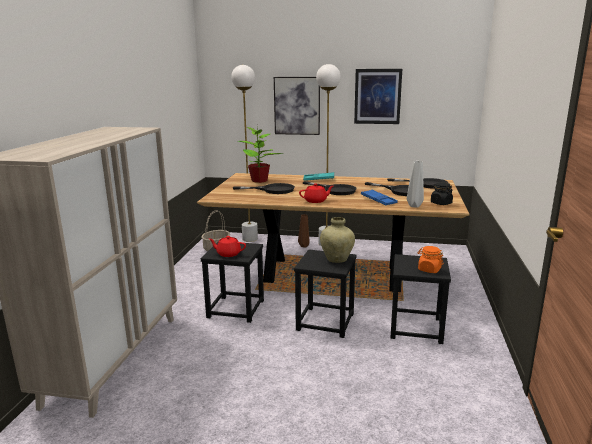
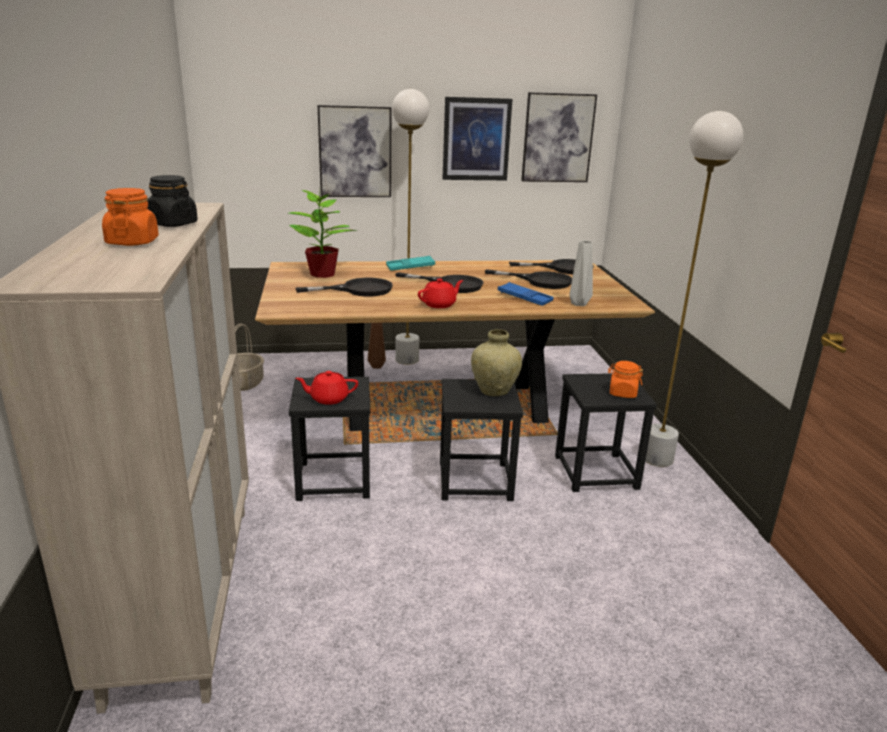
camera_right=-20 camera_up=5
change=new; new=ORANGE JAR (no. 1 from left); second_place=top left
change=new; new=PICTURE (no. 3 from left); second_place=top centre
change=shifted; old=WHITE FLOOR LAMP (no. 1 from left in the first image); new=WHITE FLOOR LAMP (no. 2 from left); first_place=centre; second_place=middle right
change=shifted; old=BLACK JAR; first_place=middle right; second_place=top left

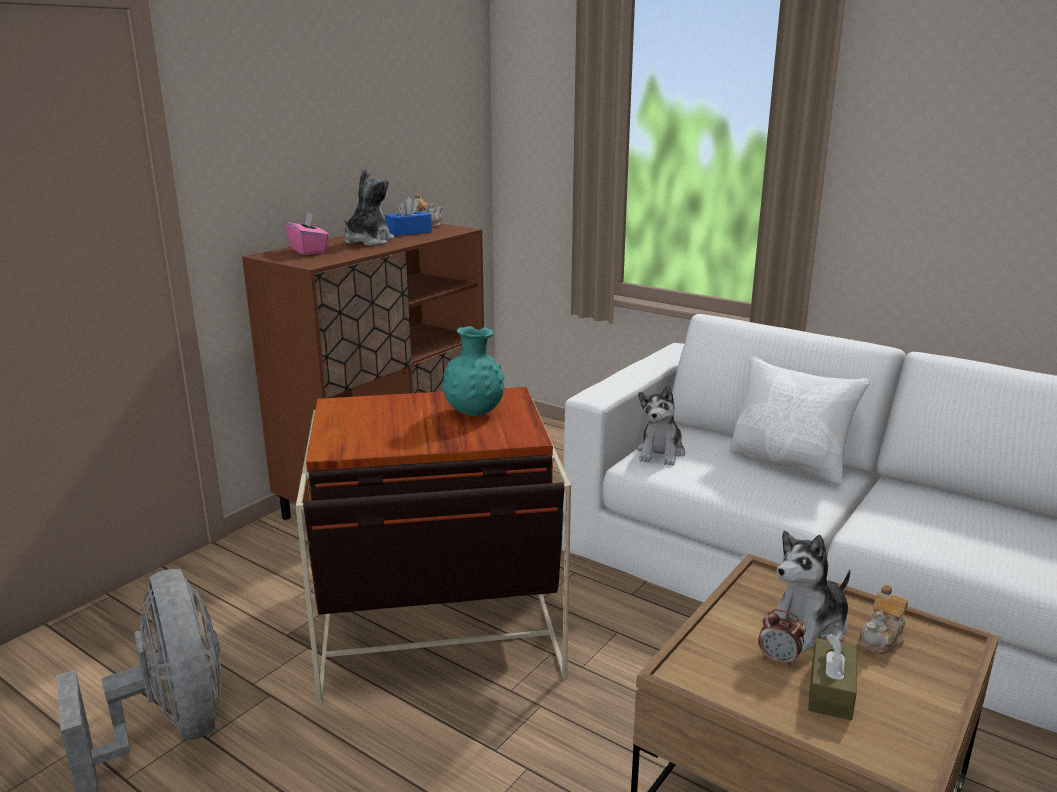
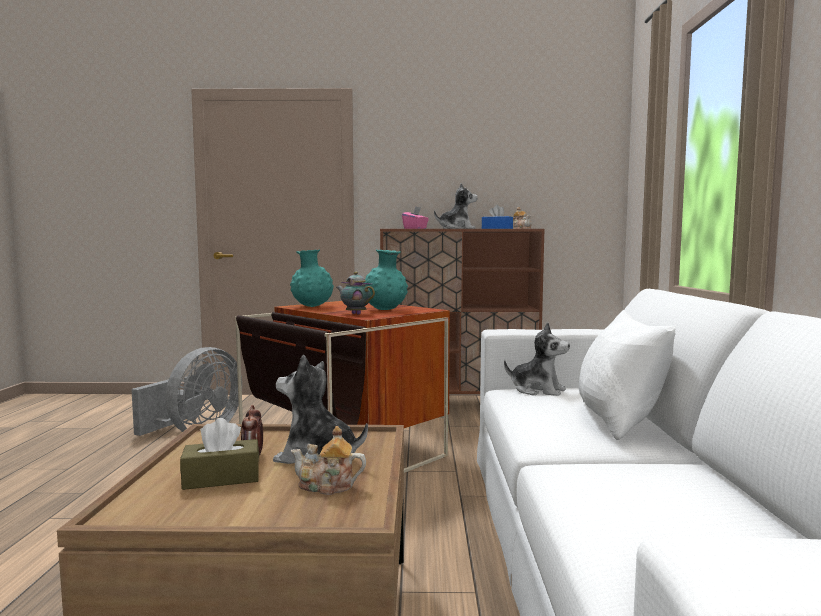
camera_right=55 camera_up=-15
change=new; new=TURQUOISE VASE (no. 1 from left); second_place=centre
change=new; new=TEAPOT (no. 2 from left); second_place=centre
change=rotated; old=PLUSH TOY (no. 2 from left in the first image); first_place=centre; second_place=centre; degrees=-135

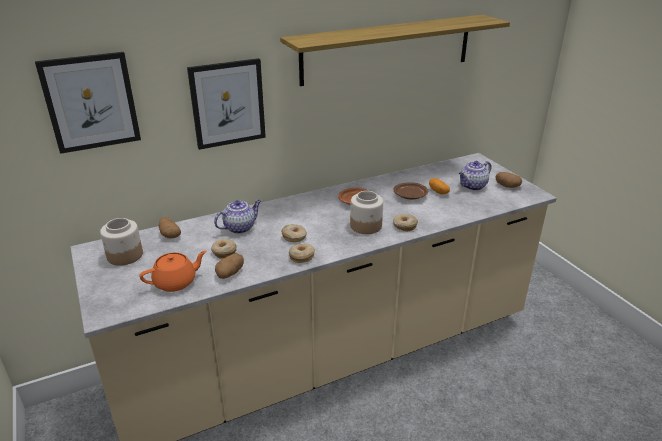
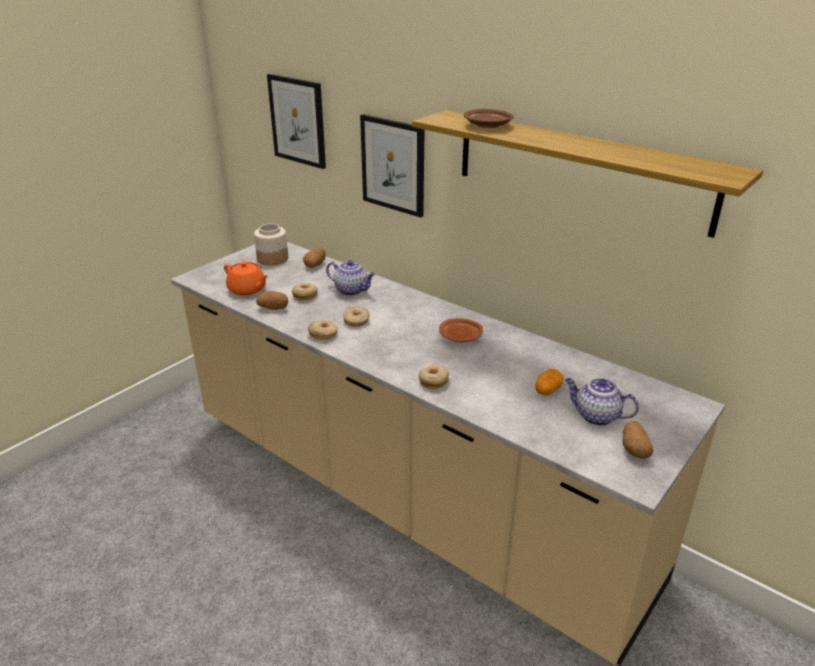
camera_right=65 camera_up=0
change=gone; old=JAR (no. 2 from left); first_place=centre
change=shifted; old=BROWN PLATE (no. 2 from left); first_place=centre; second_place=top centre

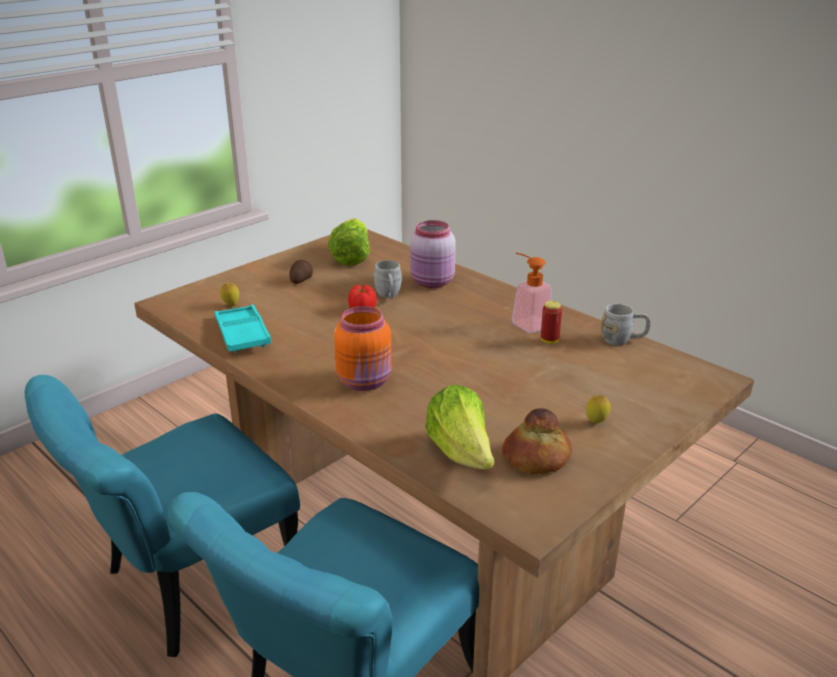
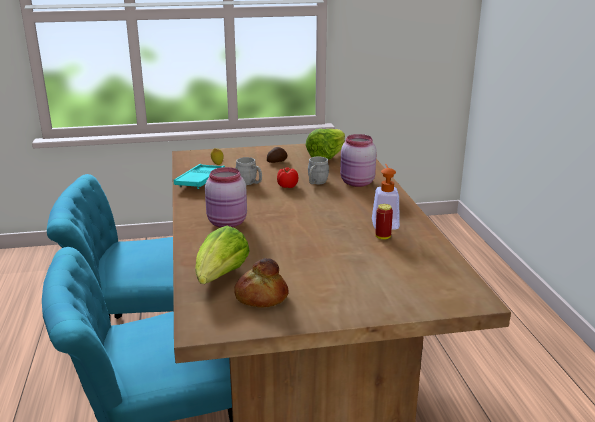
camera_right=35 camera_up=-5
change=gone; old=LEMON (no. 2 from left); first_place=middle right
change=shifted; old=GREY MUG (no. 2 from left in the first image); new=GREY MUG (no. 1 from left); first_place=middle right; second_place=centre
change=repainted; old=ORANGE JAR; new=PINK JAR (no. 1 from left); first_place=centre; second_place=centre

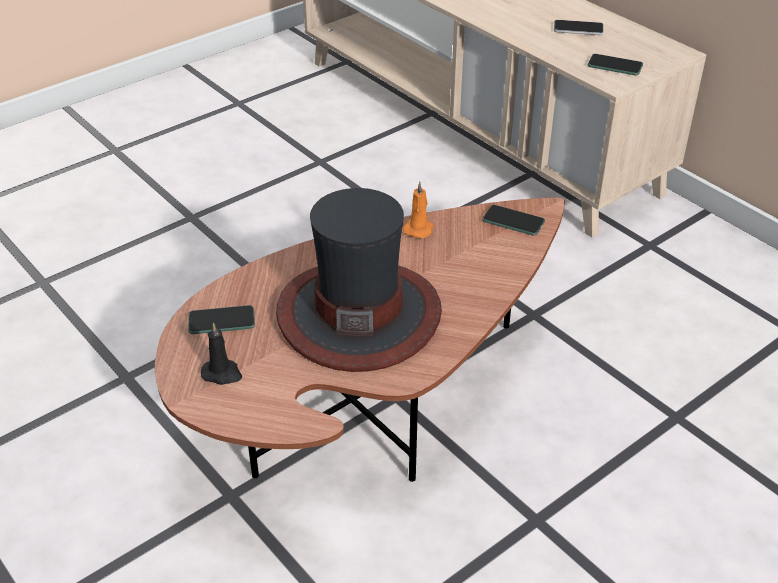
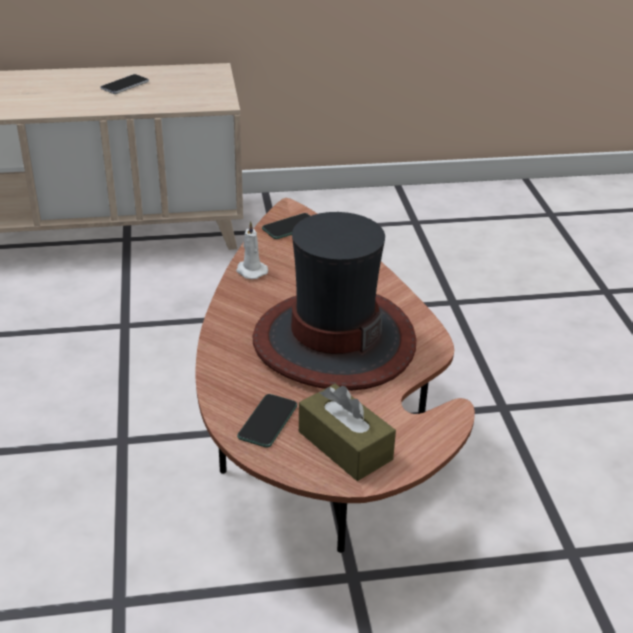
camera_right=-60 camera_up=-5
change=gone; old=PHONE (no. 4 from left); first_place=top right
change=swapped; old=BLACK CANDLE; new=BROWN TISSUE BOX; first_place=middle left; second_place=bottom centre
change=repainted; old=ORANGE CANDLE; new=WHITE CANDLE; first_place=centre; second_place=centre

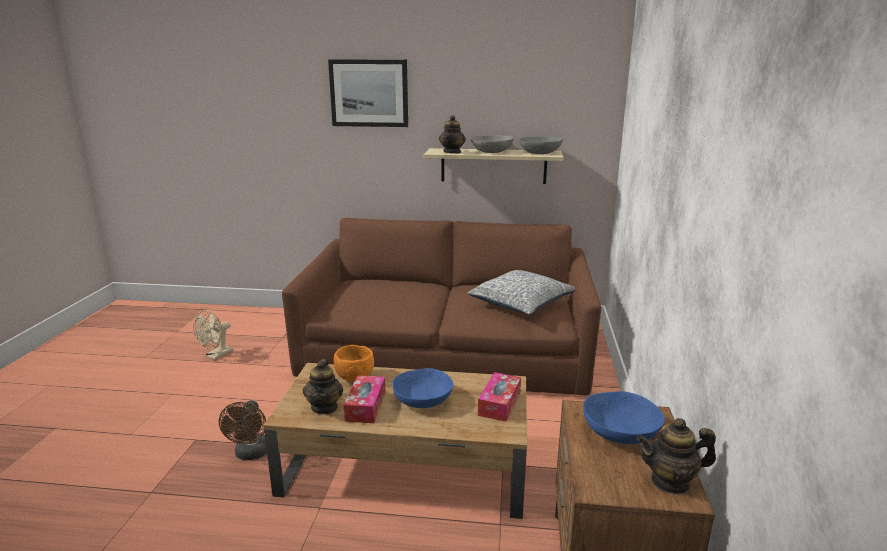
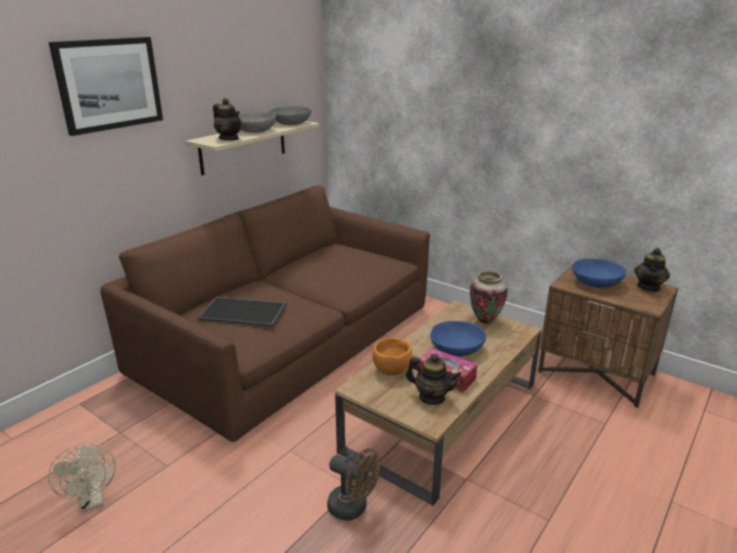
camera_right=-60 camera_up=5
change=gone; old=PILLOW; first_place=centre
change=new; new=TRAY; second_place=middle left
change=swapped; old=TISSUE BOX (no. 2 from left); new=VASE; first_place=bottom centre; second_place=centre

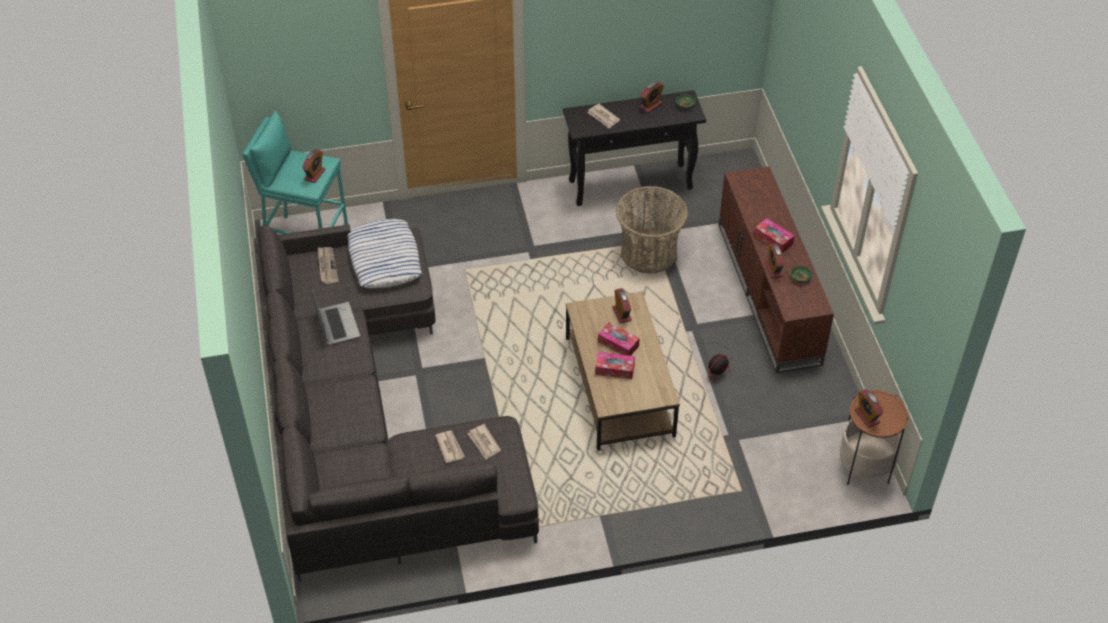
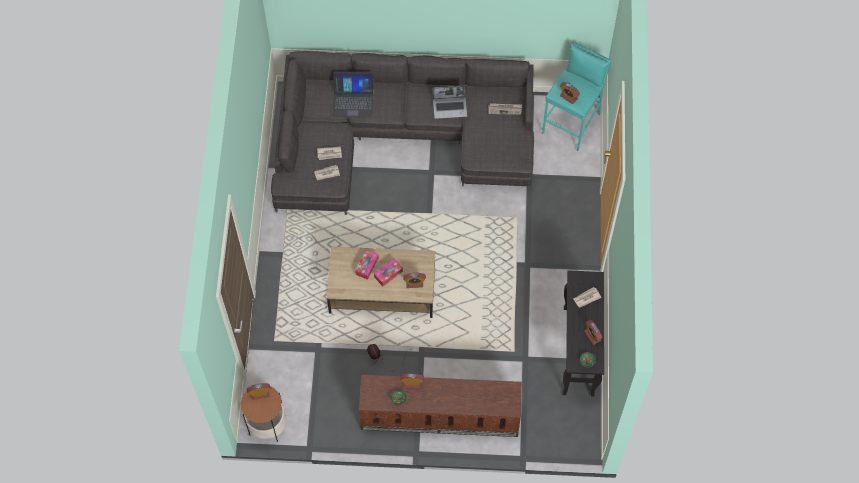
camera_right=105 camera_up=15
change=gone; old=PILLOW; first_place=centre
change=gone; old=BASKET; first_place=centre
change=gone; old=TISSUE BOX (no. 3 from left); first_place=middle right
change=new; new=LAPTOP (no. 1 from left); second_place=top centre

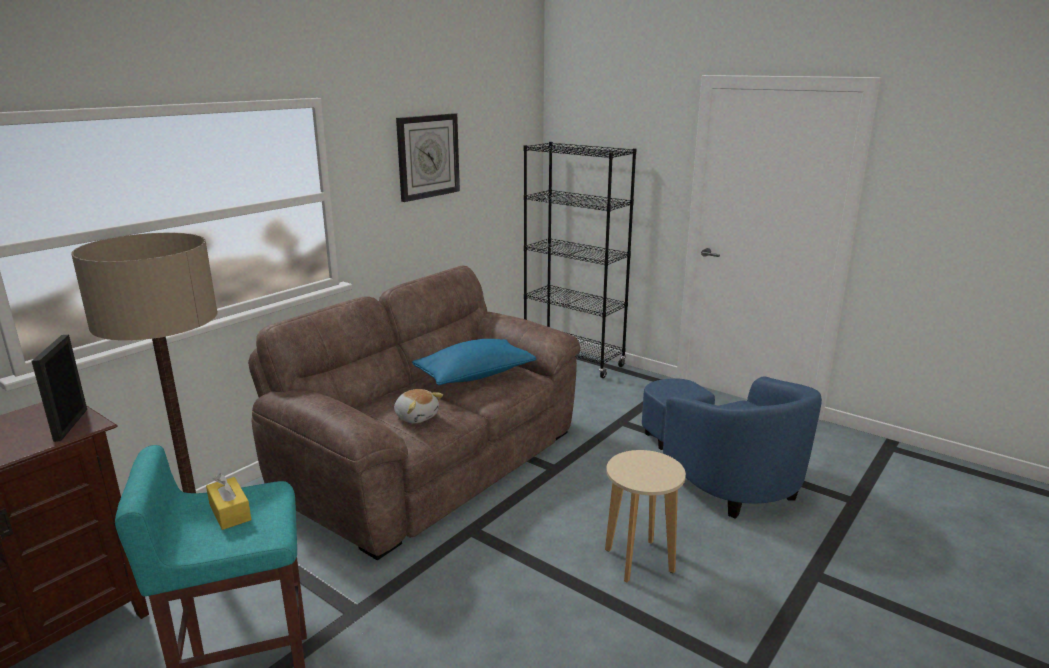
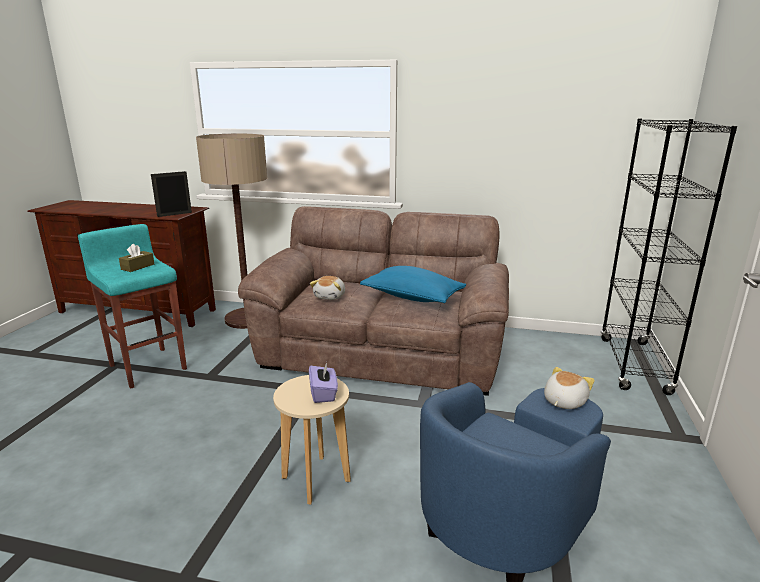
camera_right=65 camera_up=0
change=gone; old=WALL CLOCK; first_place=top centre
change=new; new=PURPLE TISSUE BOX; second_place=centre
change=new; new=PLUSH TOY (no. 2 from left); second_place=bottom right
change=repainted; old=YELLOW TISSUE BOX; new=BROWN TISSUE BOX; first_place=bottom left; second_place=middle left

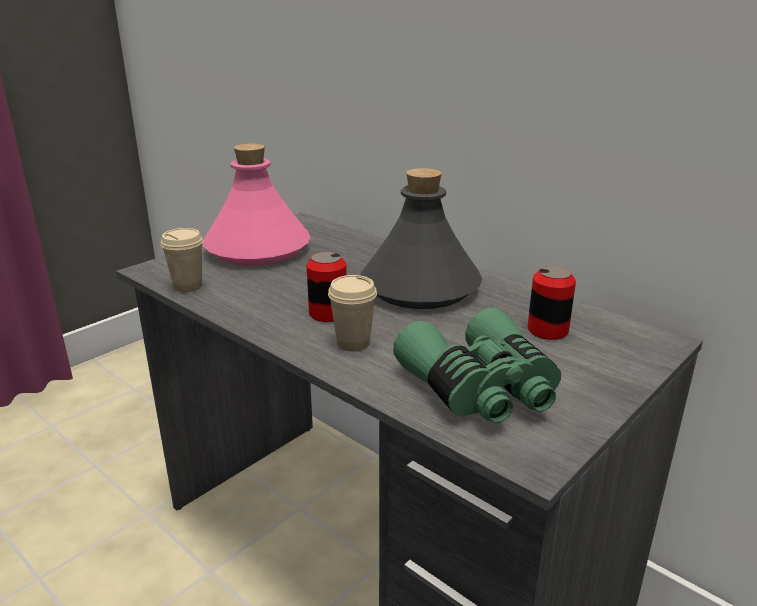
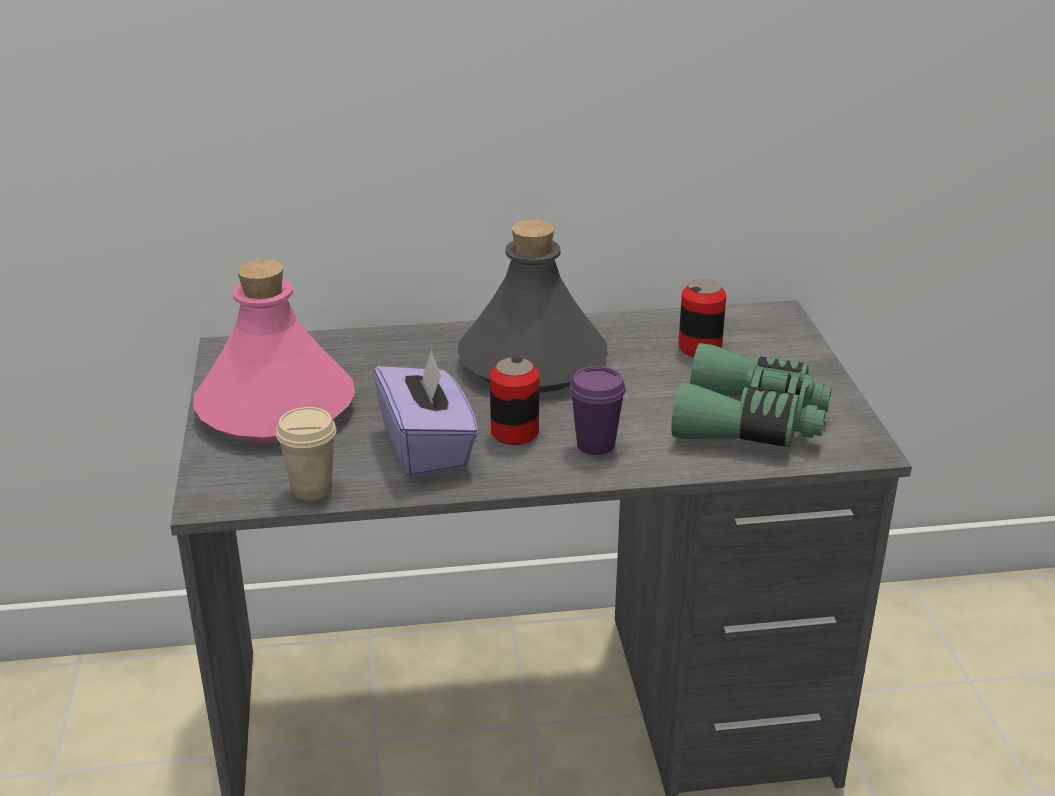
camera_right=-50 camera_up=5
change=new; new=PURPLE TISSUE BOX; second_place=centre
change=repainted; old=BEIGE CUP (no. 2 from left); new=PURPLE CUP; first_place=centre; second_place=centre

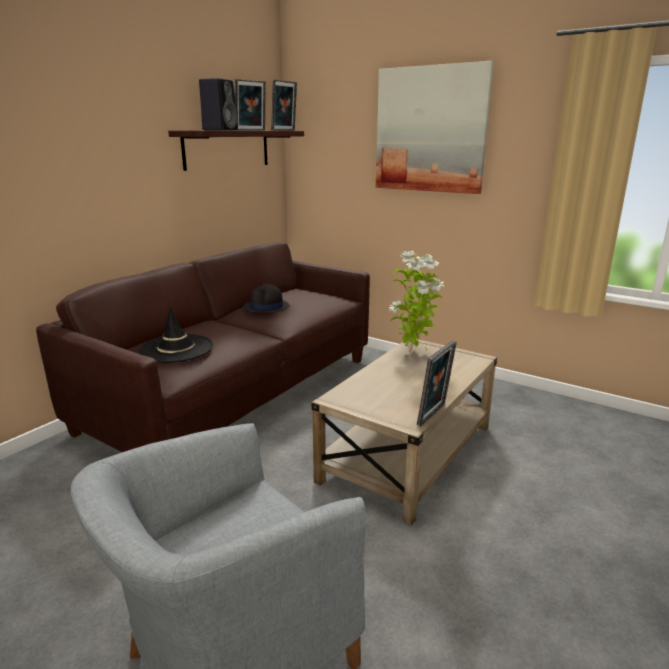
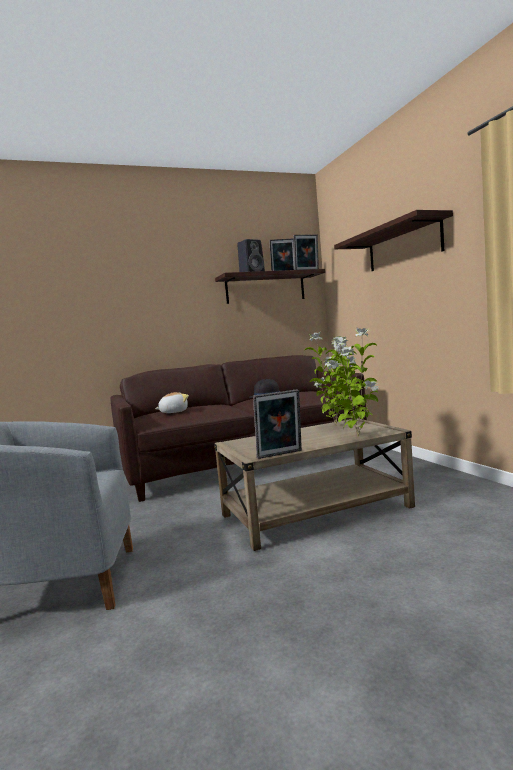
camera_right=35 camera_up=-15
change=new; new=POTTED PLANT (no. 2 from left); second_place=middle right
change=swapped; old=BLACK HAT (no. 1 from left); new=PLUSH TOY; first_place=middle left; second_place=centre
change=swapped; old=PICTURE; new=SHELF (no. 2 from left); first_place=top centre; second_place=top right

